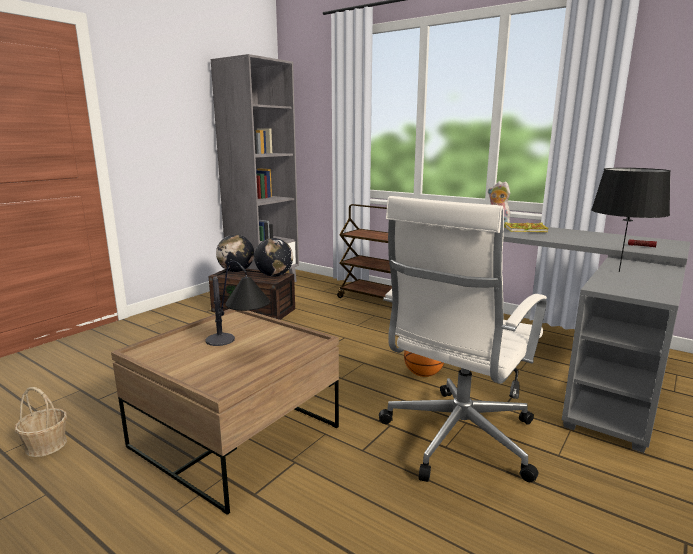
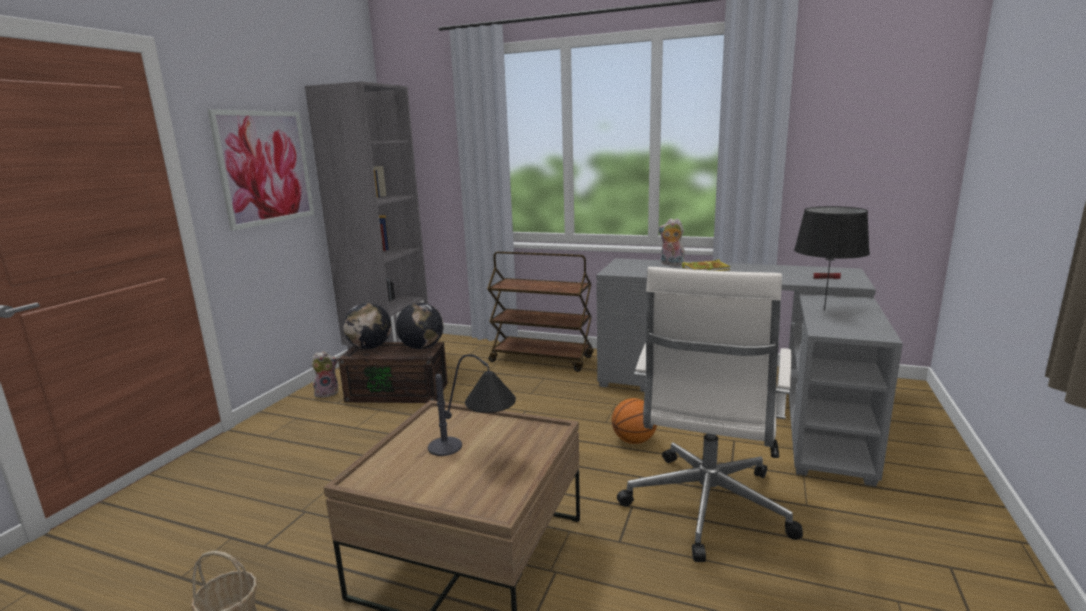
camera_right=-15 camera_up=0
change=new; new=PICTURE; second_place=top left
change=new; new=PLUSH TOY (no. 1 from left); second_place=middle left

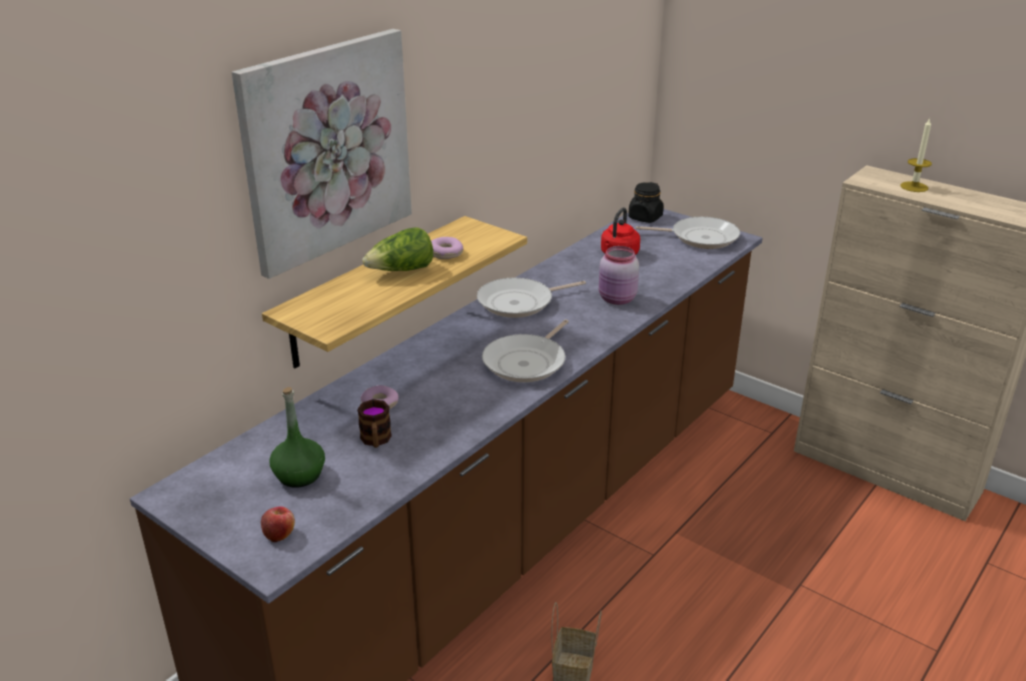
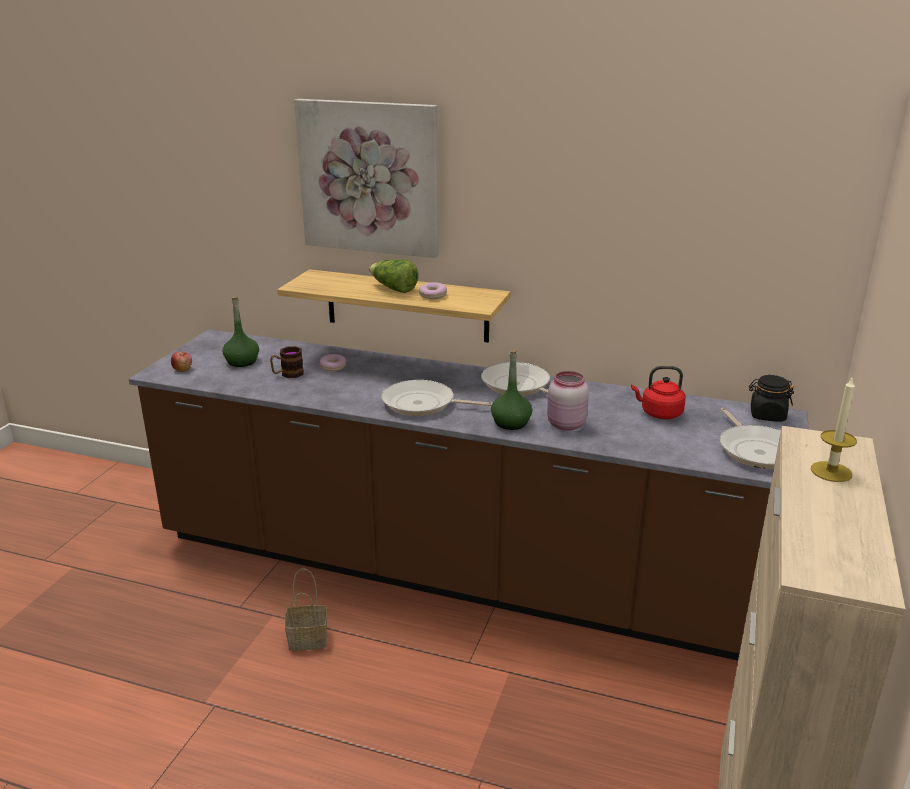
camera_right=70 camera_up=-5
change=new; new=GREEN BOTTLE (no. 2 from left); second_place=centre

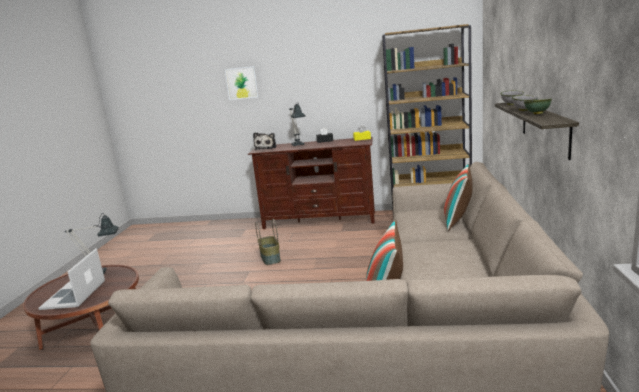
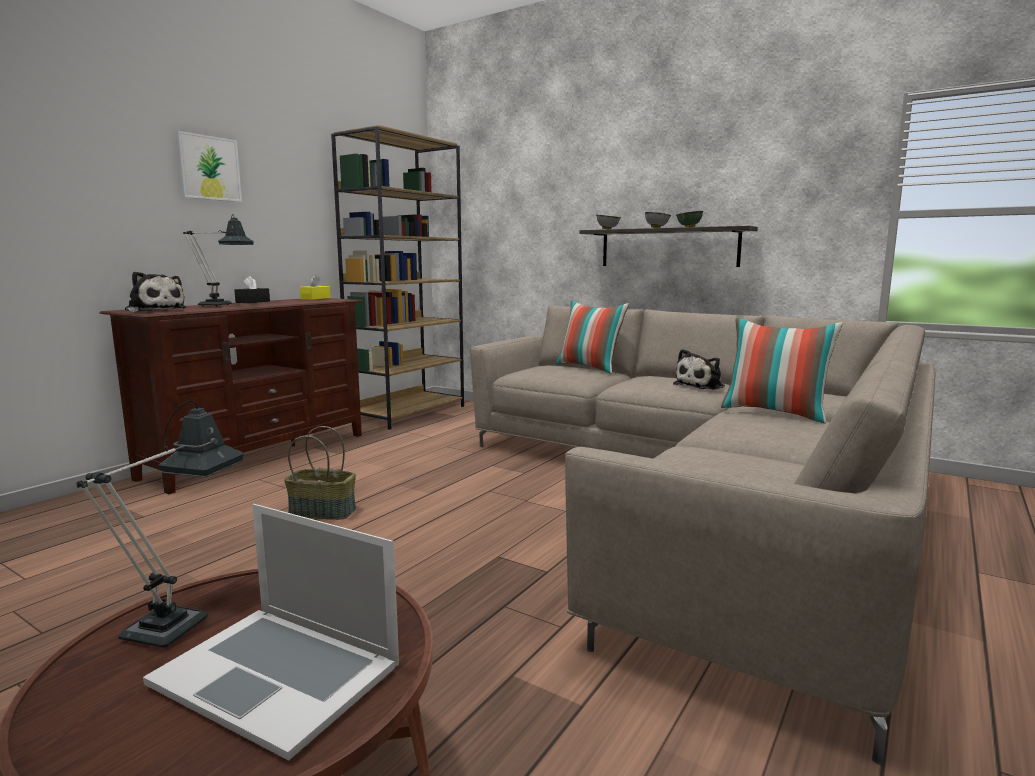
camera_right=-65 camera_up=-5
change=new; new=PLUSH TOY (no. 2 from left); second_place=middle right
change=shifted; old=PICTURE; first_place=top centre; second_place=top left

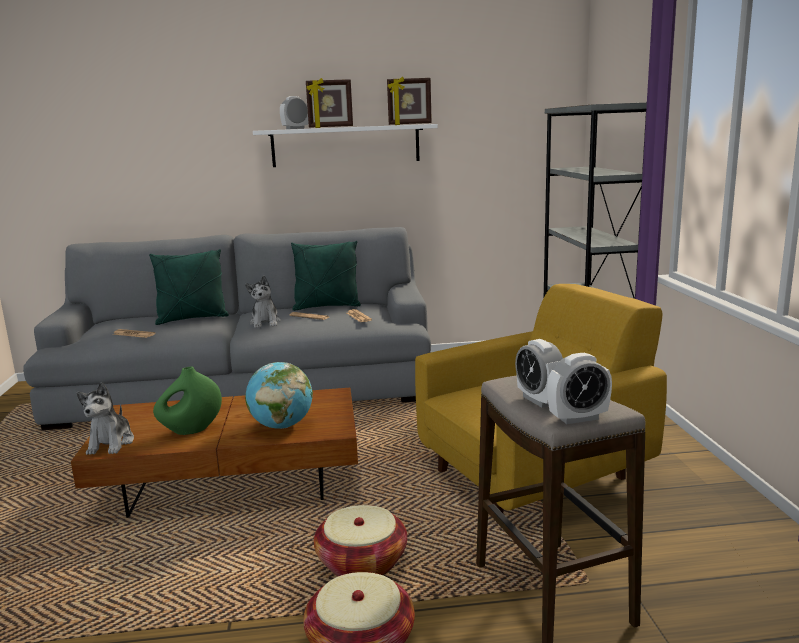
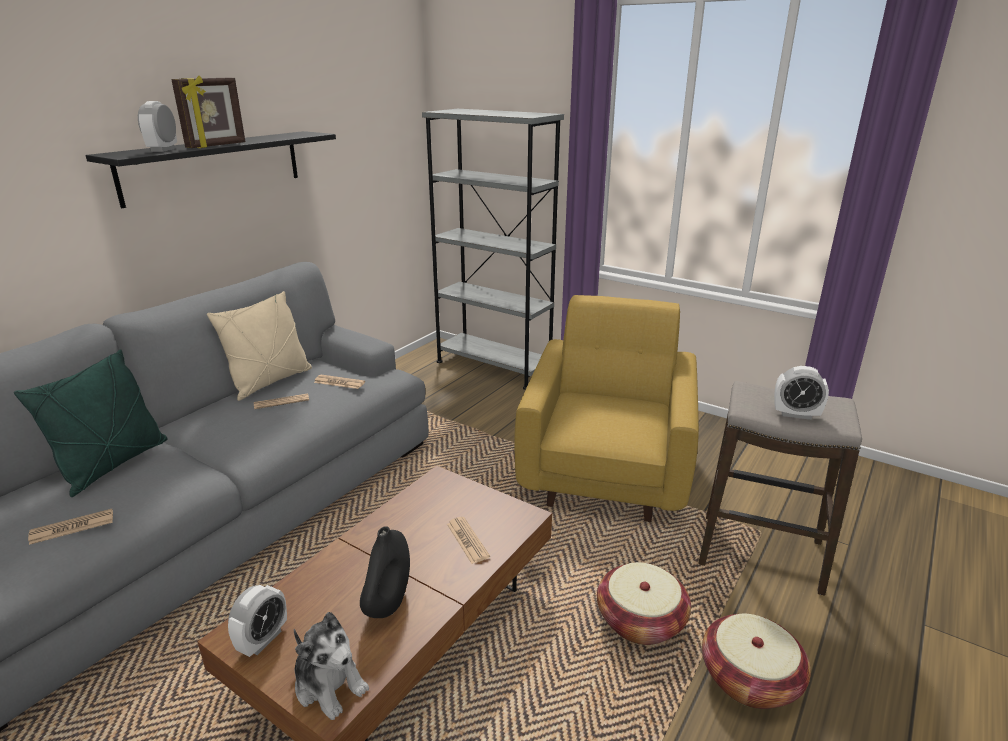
camera_right=-50 camera_up=10
change=gone; old=PLUSH TOY (no. 2 from left); first_place=middle left
change=gone; old=PICTURE FRAME (no. 2 from left); first_place=top centre
change=shifted; old=ALARM CLOCK (no. 3 from left in the first image); new=ALARM CLOCK (no. 2 from left); first_place=middle right; second_place=bottom left
change=swapped; old=GLOBE; new=NEWSPAPER (no. 4 from left); first_place=centre; second_place=bottom centre
change=repainted; old=GREEN VASE; new=BLACK VASE; first_place=middle left; second_place=bottom centre
change=repainted; old=WHITE SHELF; new=BLACK SHELF; first_place=top centre; second_place=top left
change=repainted; old=GREEN PILLOW (no. 2 from left); new=BEIGE PILLOW; first_place=centre; second_place=middle left

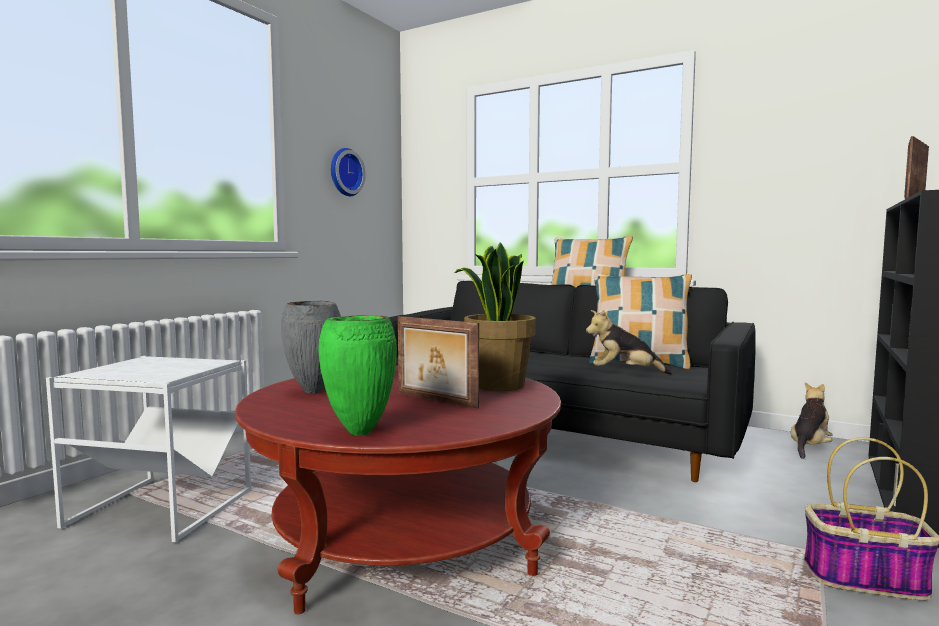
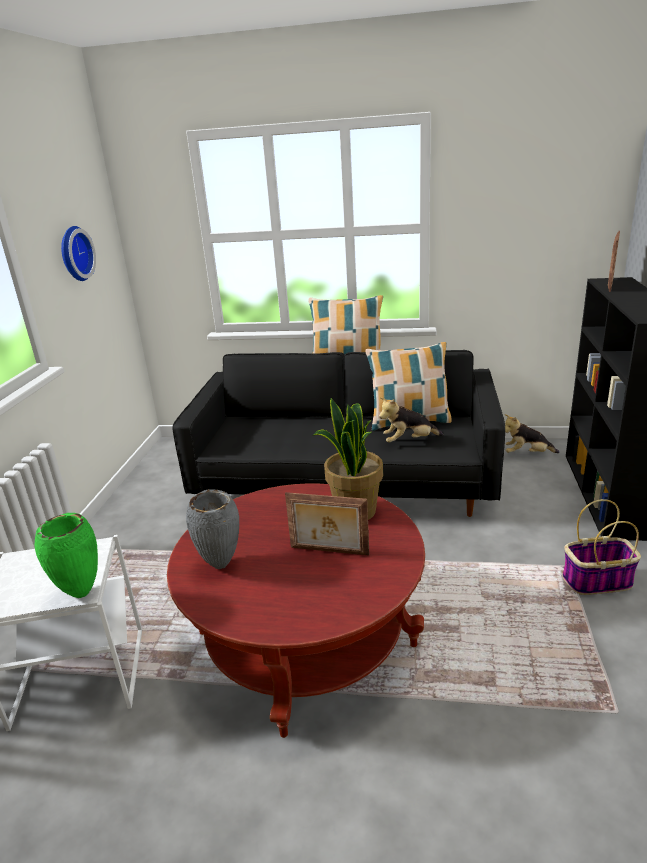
camera_right=-20 camera_up=20
change=shifted; old=GREEN VASE; first_place=centre; second_place=middle left
change=rotated; old=PLUSH TOY (no. 2 from left); first_place=bottom right; second_place=middle right; degrees=-105

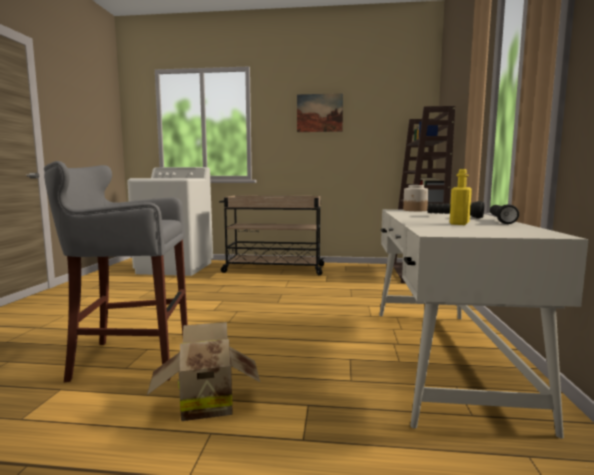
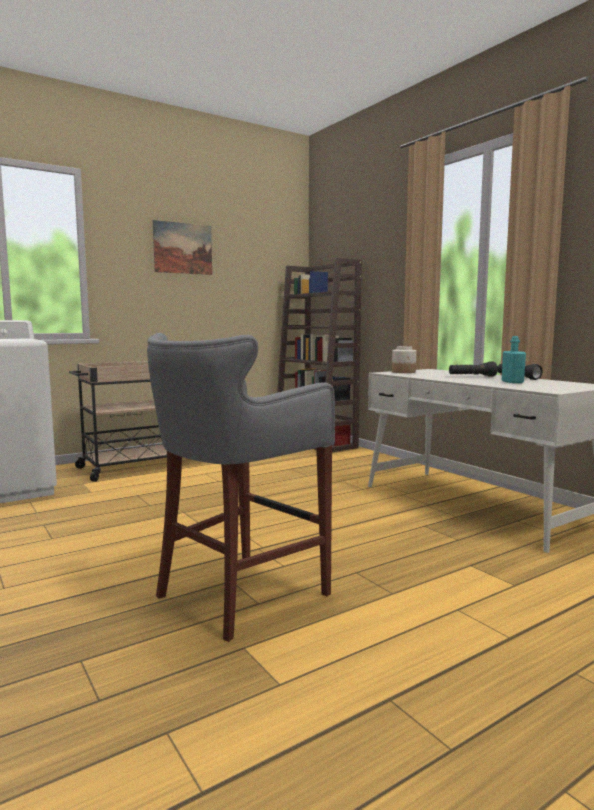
camera_right=-40 camera_up=0
change=gone; old=CARDBOARD BOX; first_place=bottom centre
change=repainted; old=YELLOW BOTTLE; new=TURQUOISE BOTTLE; first_place=middle right; second_place=middle right

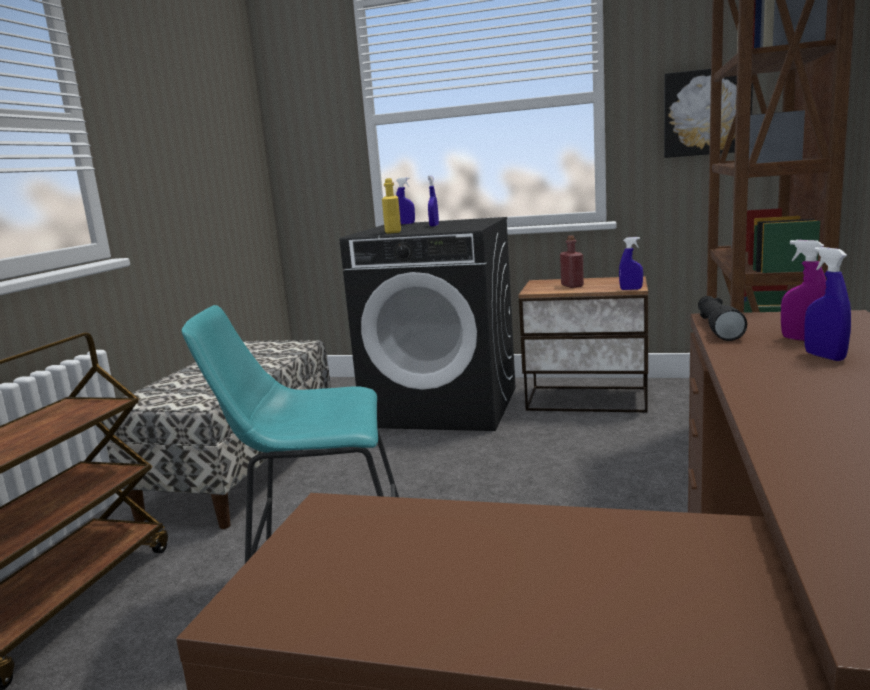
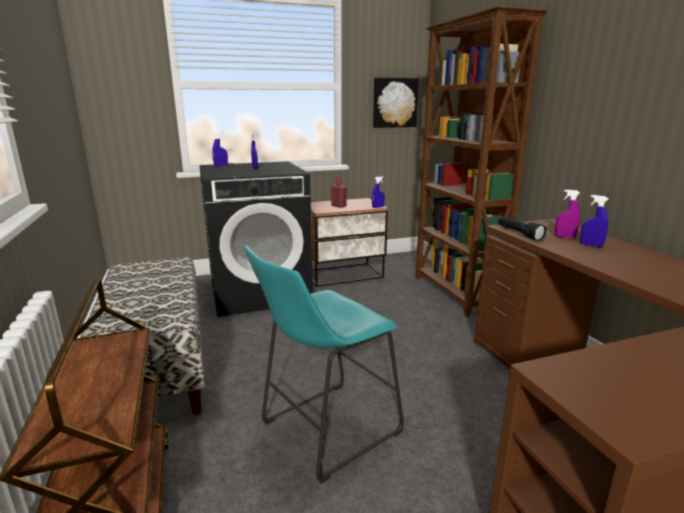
camera_right=-35 camera_up=5
change=gone; old=YELLOW BOTTLE; first_place=top centre

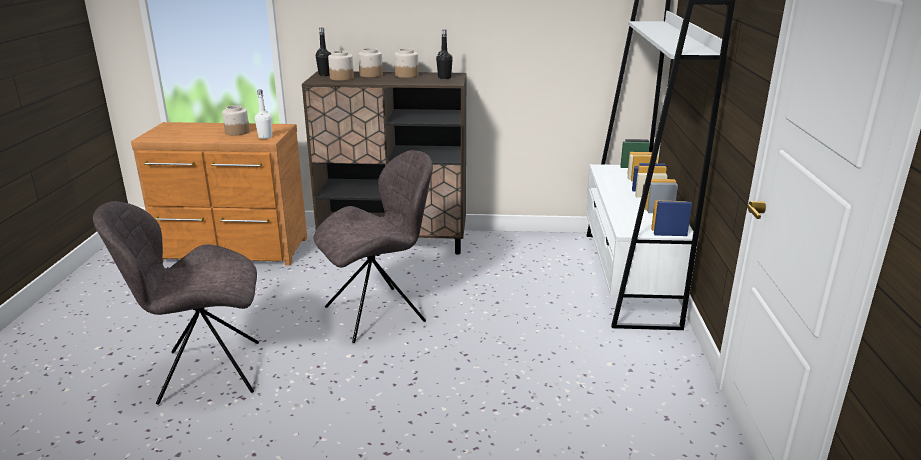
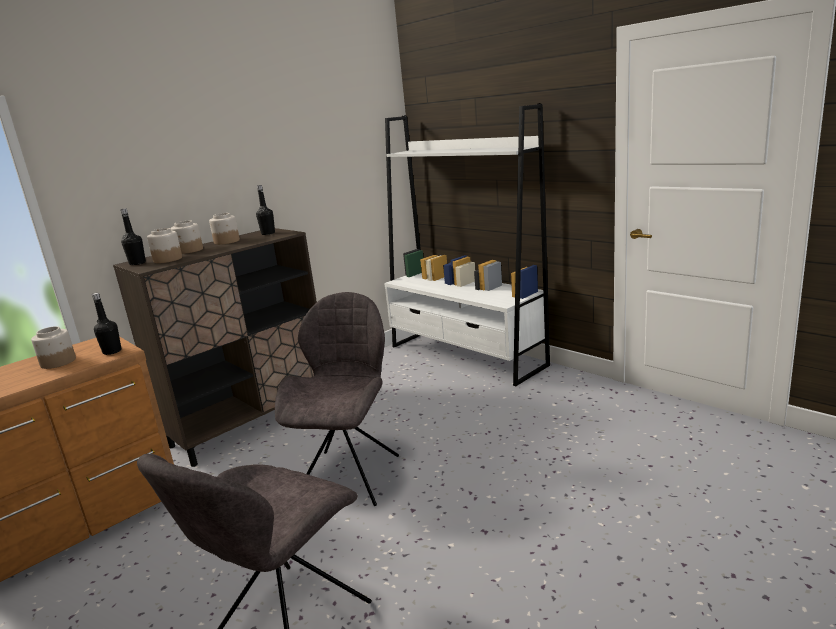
camera_right=-45 camera_up=-5
change=repainted; old=WHITE BOTTLE; new=BLACK BOTTLE (no. 1 from left); first_place=top left; second_place=middle left

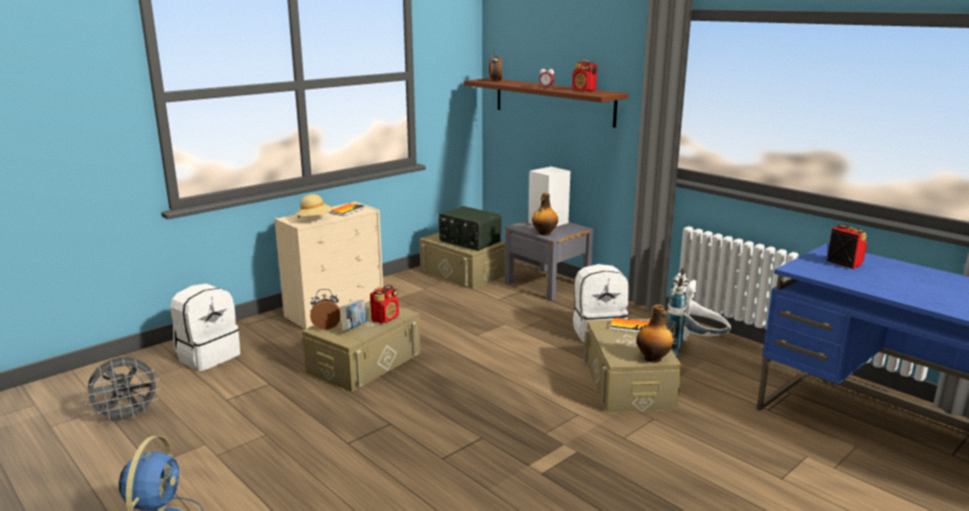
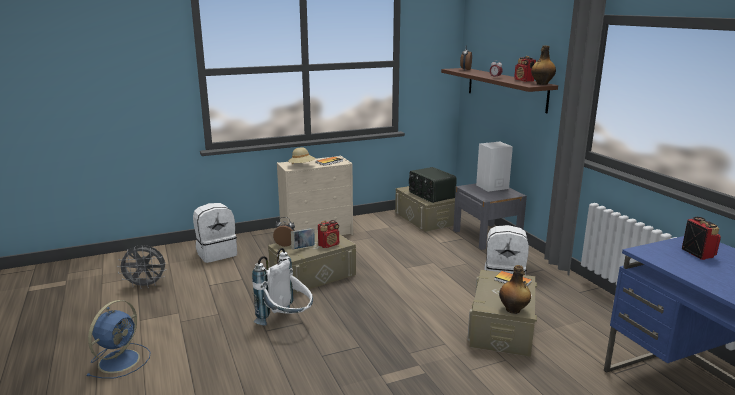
camera_right=20 camera_up=0
change=shifted; old=BOTTLE (no. 1 from left in the first image); new=BOTTLE (no. 2 from left); first_place=centre; second_place=top right
change=shifted; old=WHITE BACKPACK (no. 3 from left in the first image); new=WHITE BACKPACK (no. 2 from left); first_place=middle right; second_place=bottom centre

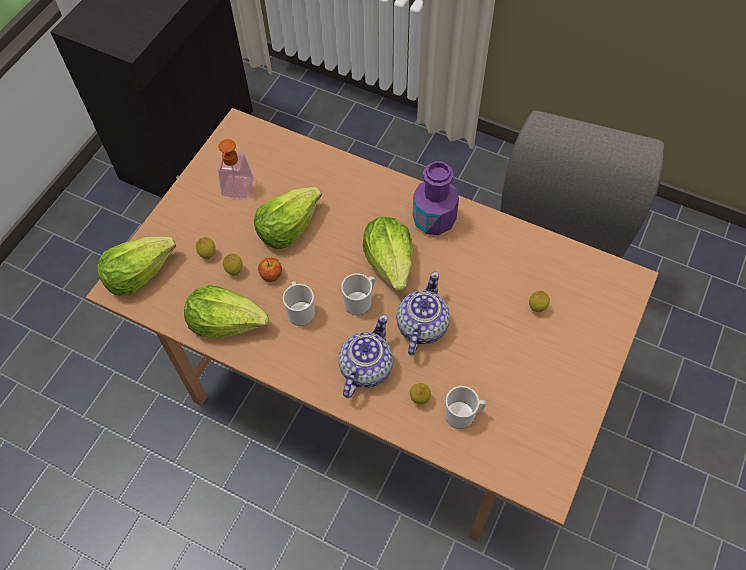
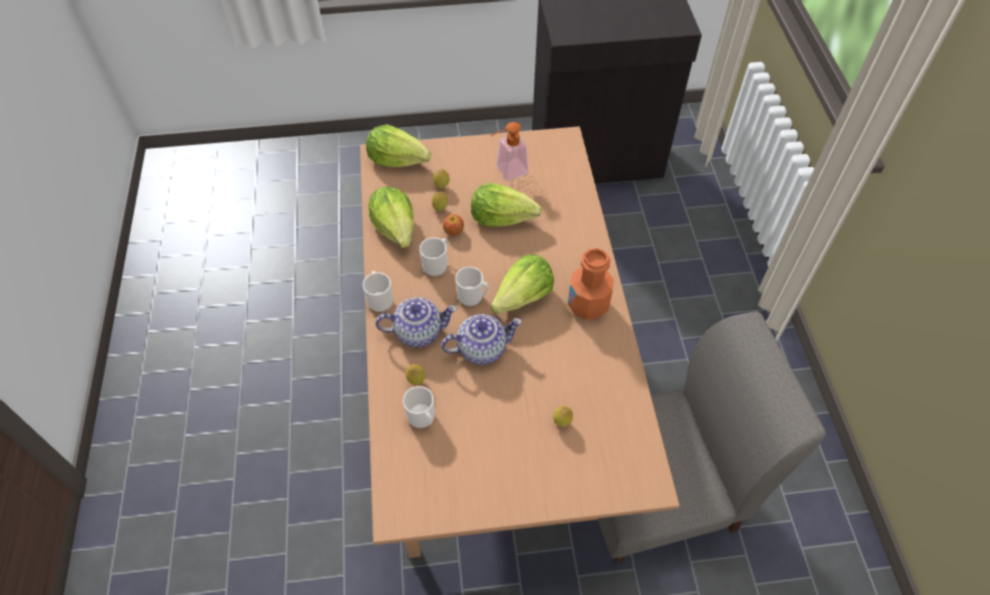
camera_right=55 camera_up=-5
change=new; new=MUG (no. 1 from left); second_place=centre
change=repainted; old=PURPLE BOTTLE; new=ORANGE BOTTLE; first_place=centre; second_place=centre

